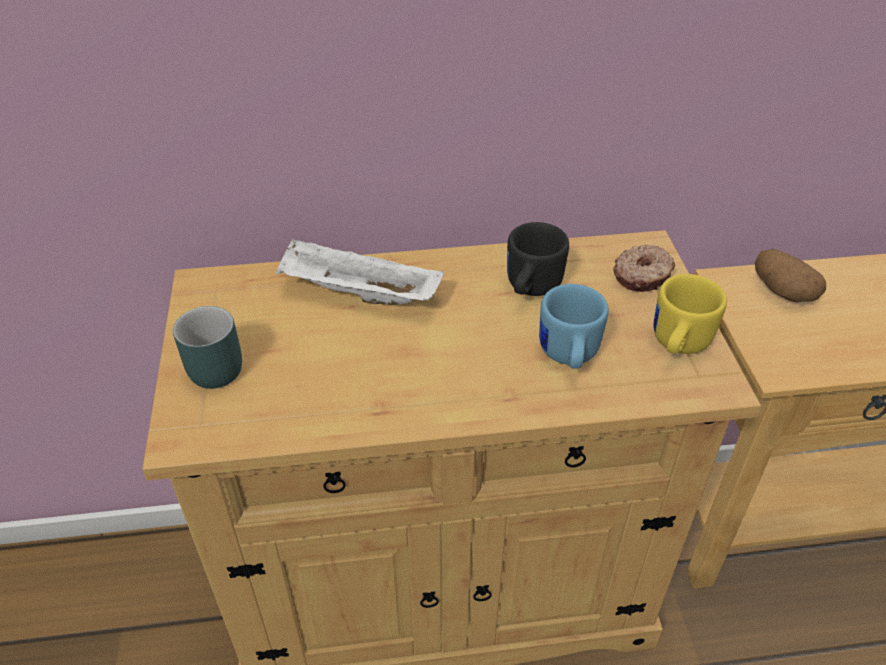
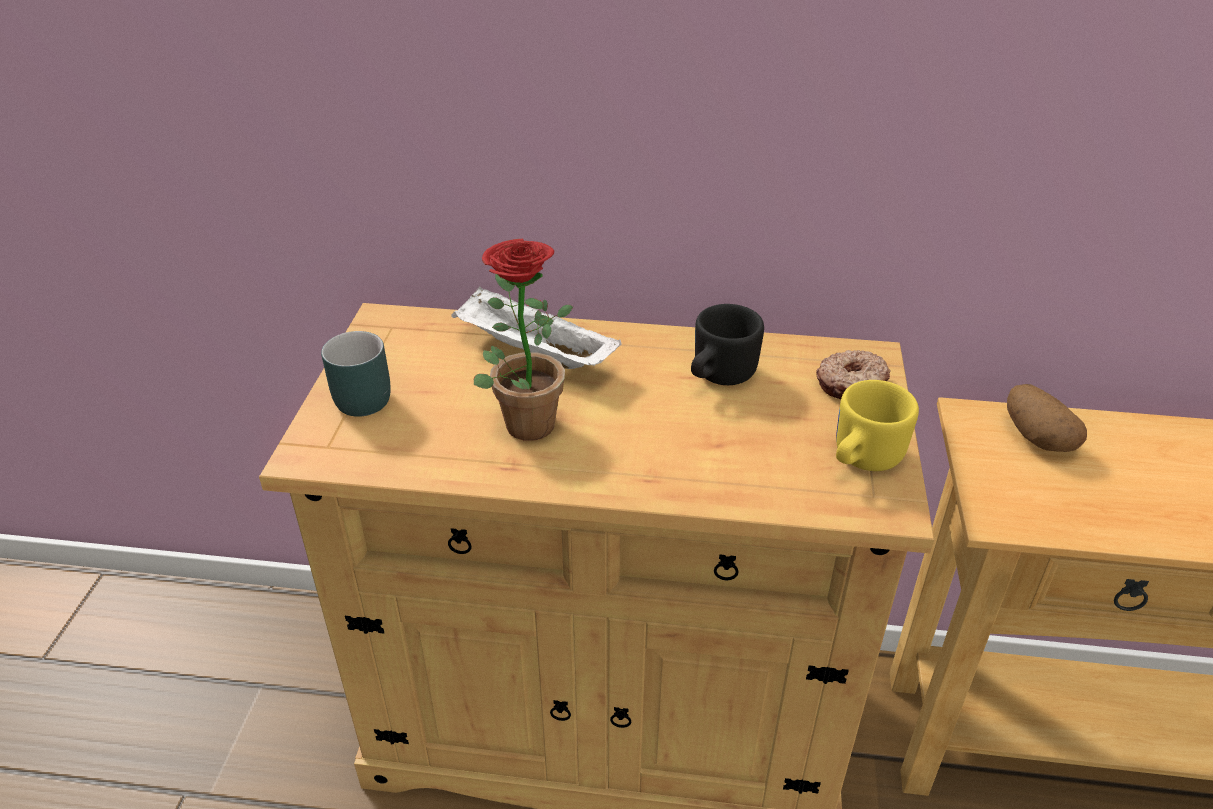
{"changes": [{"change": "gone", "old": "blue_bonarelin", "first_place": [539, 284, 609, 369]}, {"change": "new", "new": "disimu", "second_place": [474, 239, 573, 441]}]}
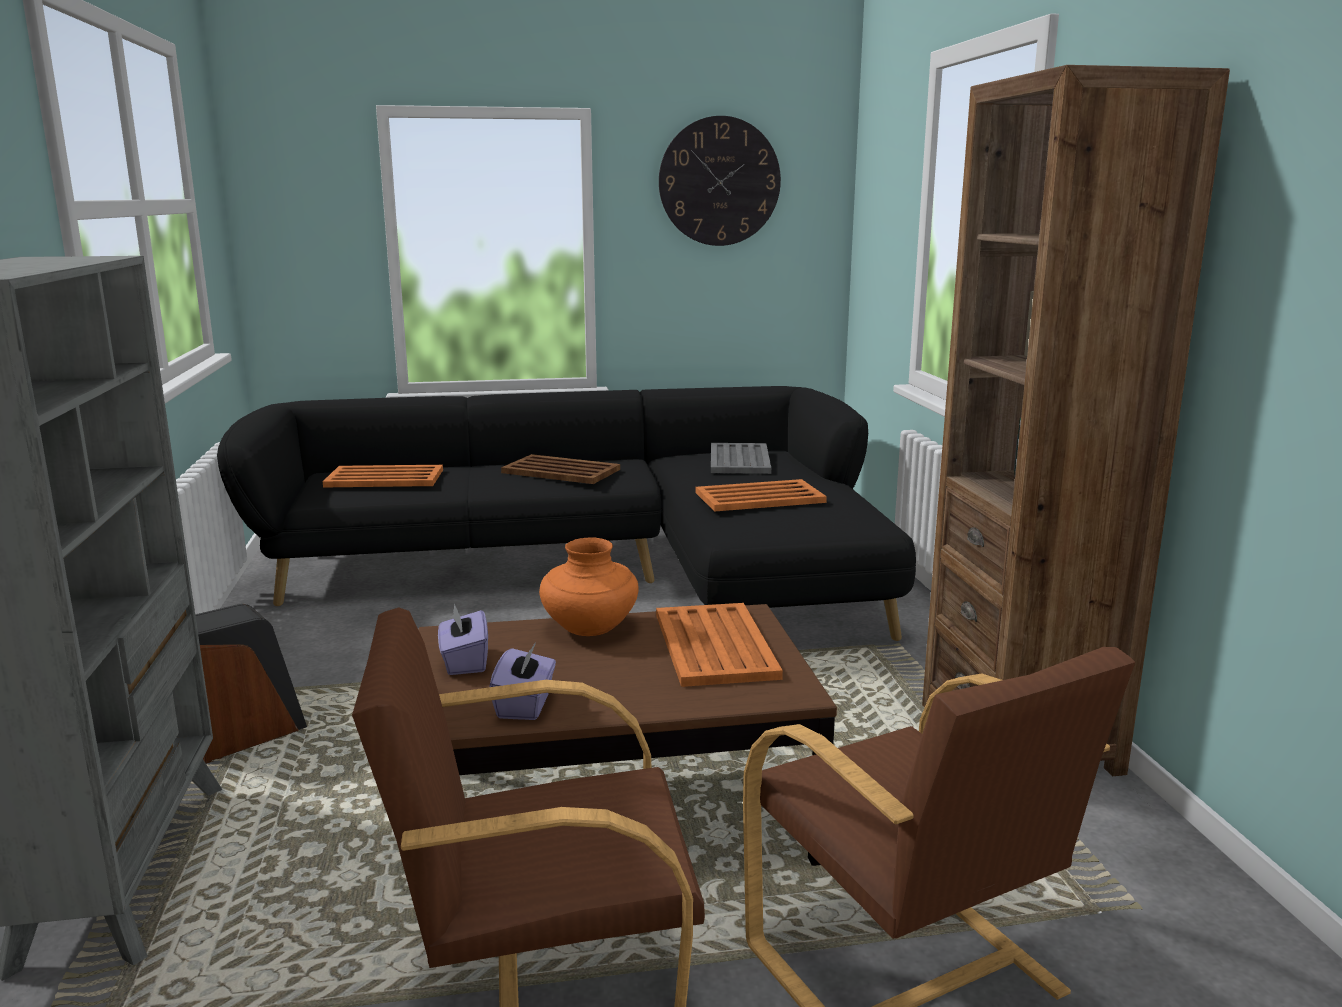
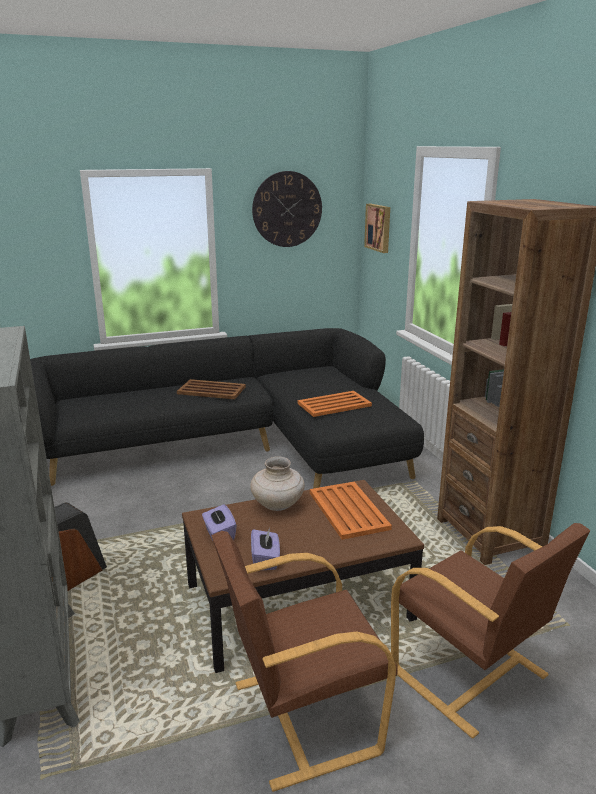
{"changes": [{"change": "gone", "old": "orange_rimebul", "first_place": [323, 465, 443, 487]}, {"change": "repainted", "old": "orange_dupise", "new": "beige_dupise", "first_place": [539, 537, 639, 636], "second_place": [250, 456, 304, 511]}, {"change": "gone", "old": "grey_rimebul", "first_place": [711, 443, 771, 474]}, {"change": "new", "new": "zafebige", "second_place": [364, 204, 390, 253]}]}
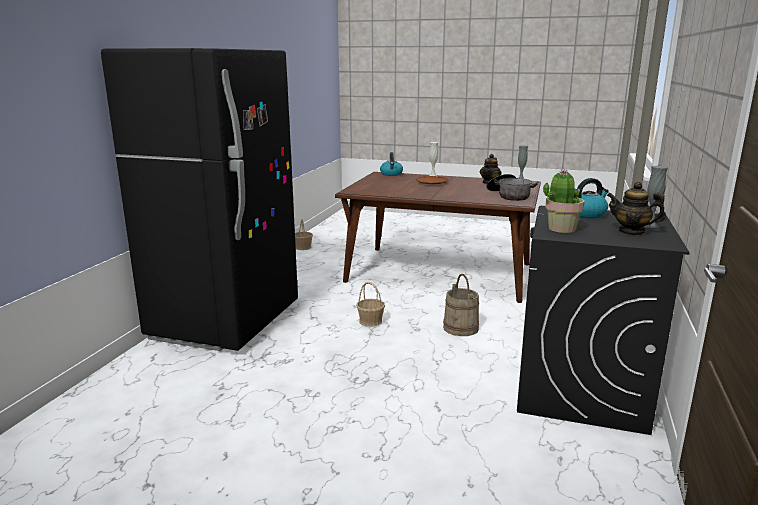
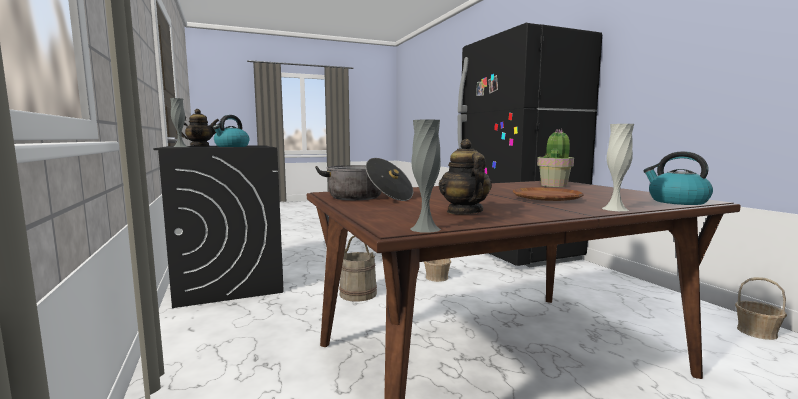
{"changes": [{"change": "shifted", "old": "disimu", "first_place": [543, 169, 585, 233], "second_place": [537, 129, 574, 187]}]}
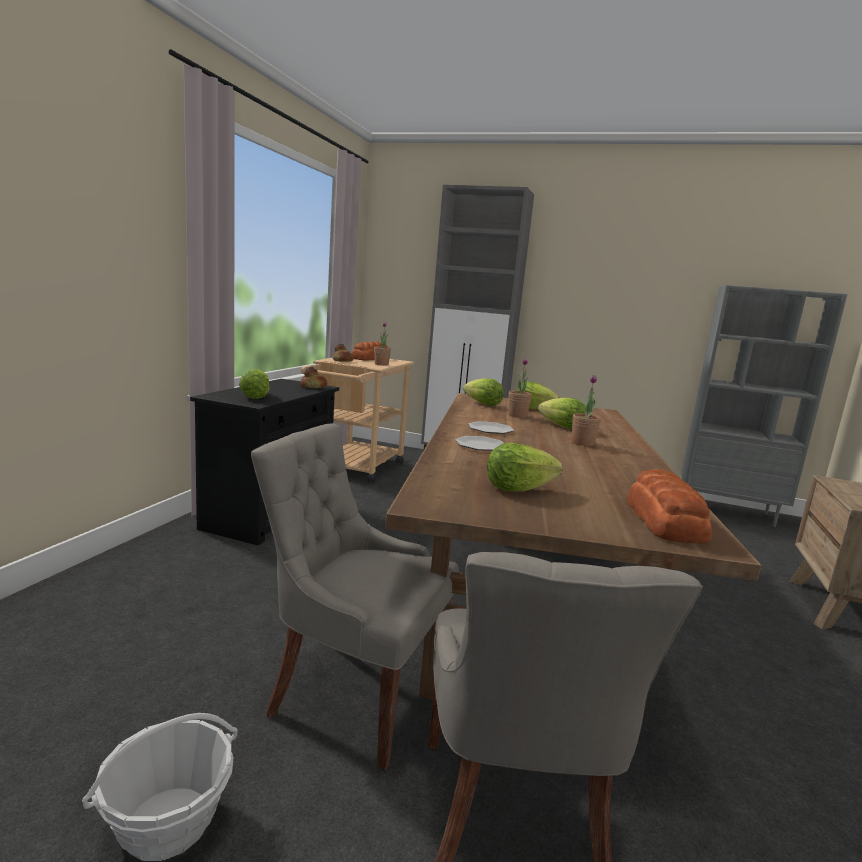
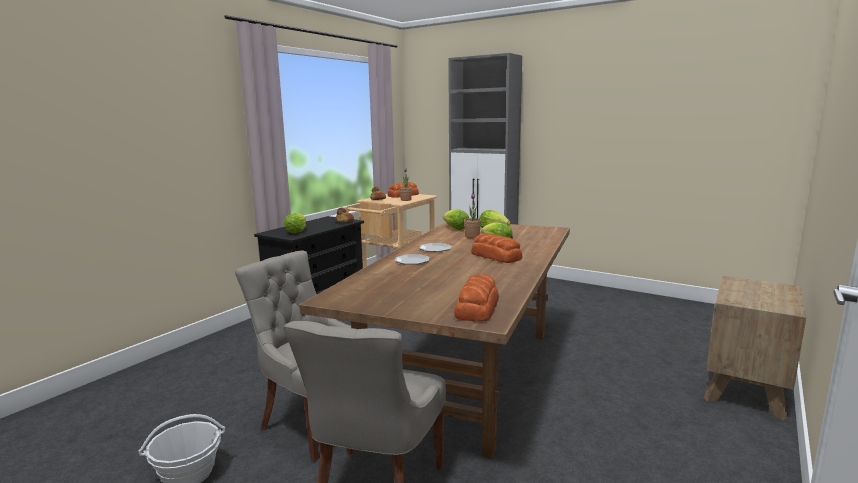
{"changes": [{"change": "gone", "old": "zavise", "first_place": [487, 443, 563, 491]}, {"change": "swapped", "old": "disimu", "new": "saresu", "first_place": [571, 375, 601, 446], "second_place": [471, 234, 522, 263]}, {"change": "gone", "old": "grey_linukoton", "first_place": [681, 285, 848, 527]}]}
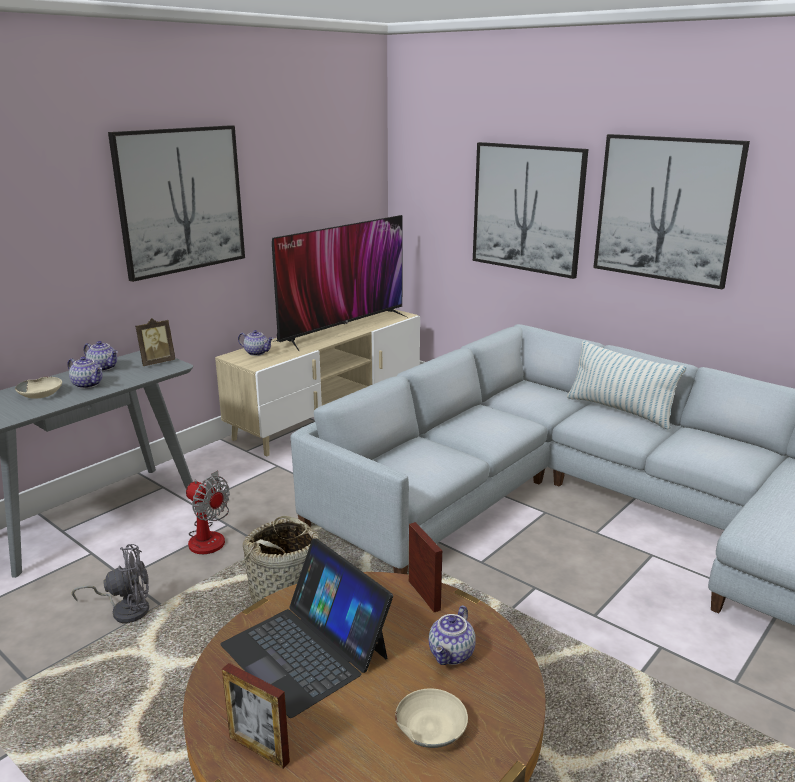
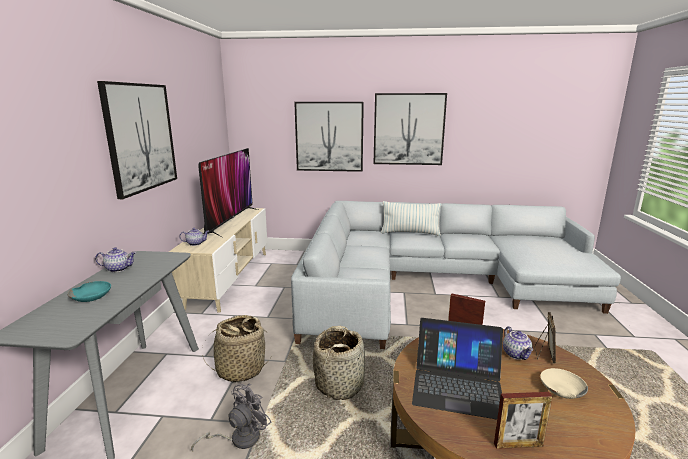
{"changes": [{"change": "repainted", "old": "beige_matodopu", "new": "turquoise_matodopu", "first_place": [15, 377, 62, 399], "second_place": [67, 281, 111, 302]}, {"change": "gone", "old": "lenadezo", "first_place": [68, 356, 102, 389]}, {"change": "shifted", "old": "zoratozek", "first_place": [135, 318, 175, 366], "second_place": [535, 312, 556, 364]}, {"change": "swapped", "old": "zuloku", "new": "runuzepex", "first_place": [186, 470, 230, 554], "second_place": [202, 315, 271, 383]}]}
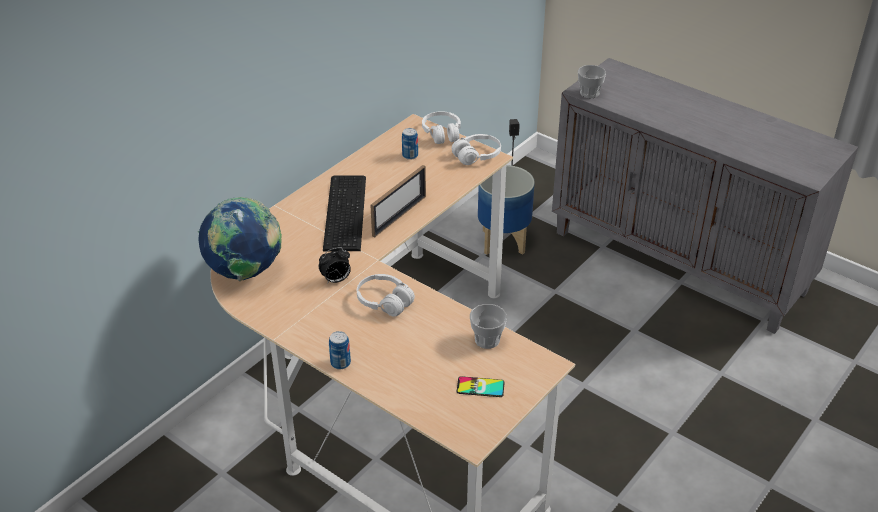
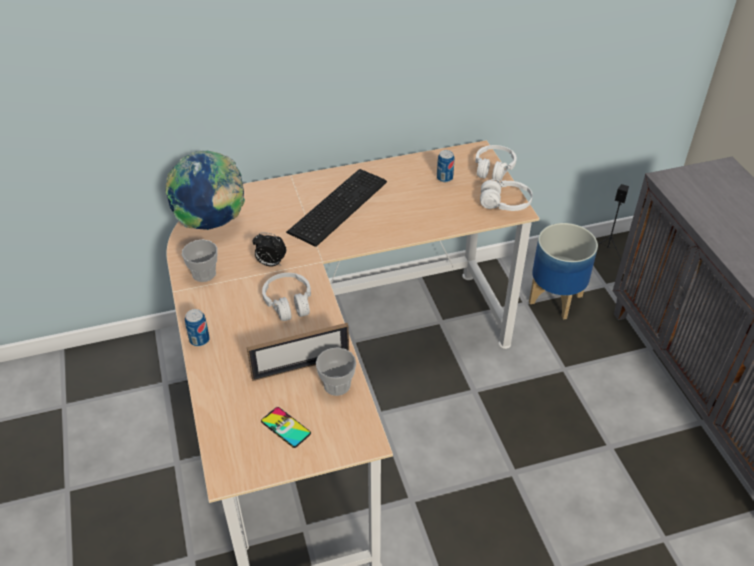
{"changes": [{"change": "shifted", "old": "zoratozek", "first_place": [370, 165, 426, 238], "second_place": [247, 323, 349, 381]}, {"change": "shifted", "old": "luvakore", "first_place": [578, 65, 606, 98], "second_place": [182, 240, 217, 282]}]}
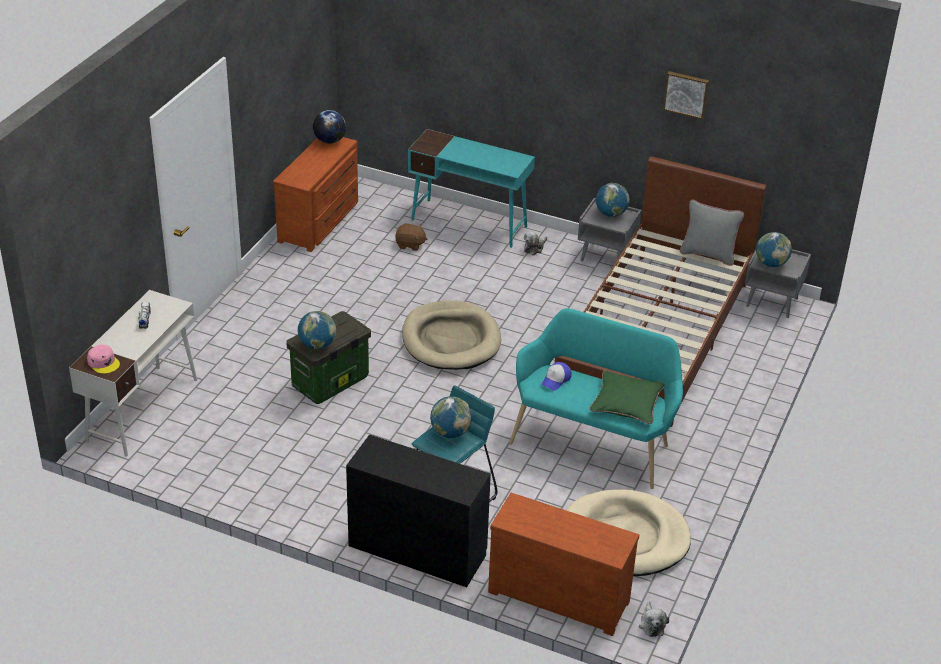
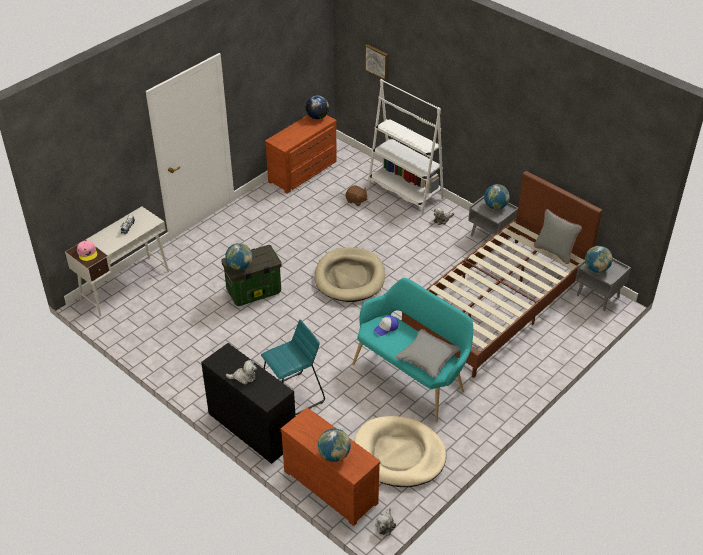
{"changes": [{"change": "swapped", "old": "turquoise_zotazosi", "new": "white_linukoton", "first_place": [408, 129, 535, 248], "second_place": [368, 79, 444, 216]}, {"change": "shifted", "old": "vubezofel", "first_place": [430, 396, 472, 438], "second_place": [318, 429, 351, 462]}, {"change": "repainted", "old": "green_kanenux", "new": "grey_kanenux", "first_place": [589, 371, 665, 424], "second_place": [396, 329, 460, 377]}, {"change": "shifted", "old": "zafebige", "first_place": [663, 71, 709, 120], "second_place": [365, 44, 388, 80]}, {"change": "new", "new": "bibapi", "second_place": [226, 360, 257, 385]}]}
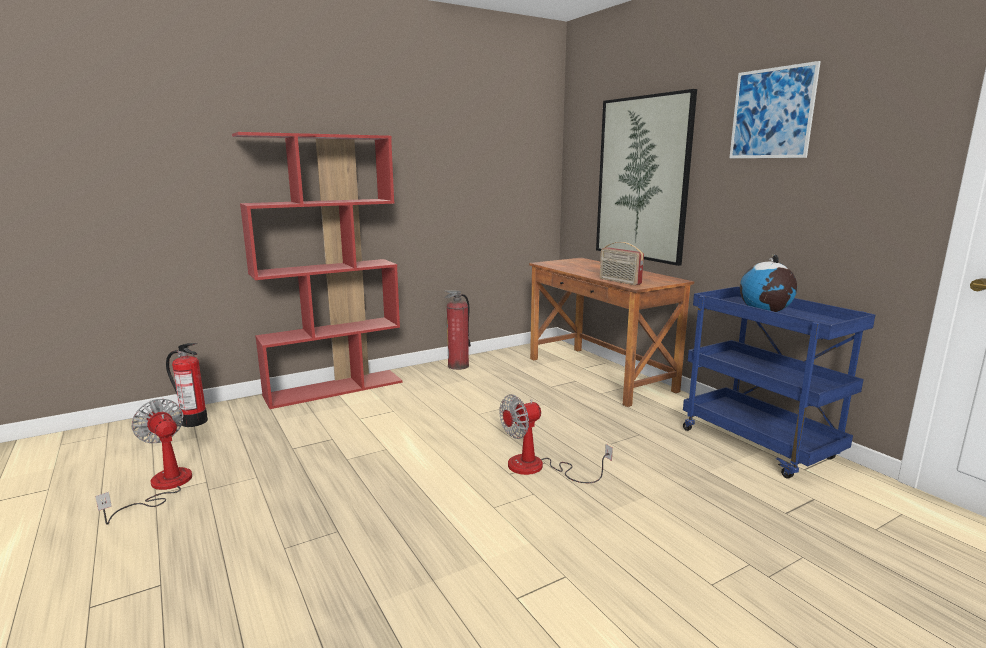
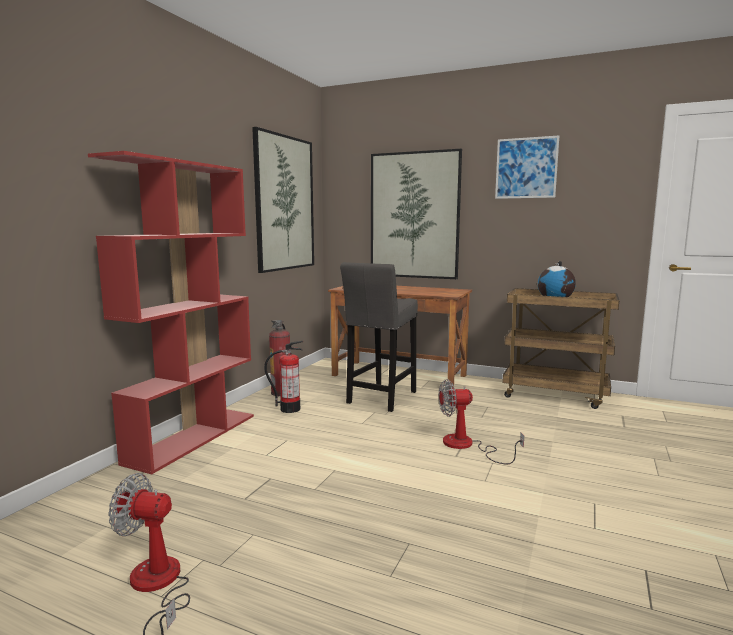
{"changes": [{"change": "shifted", "old": "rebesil", "first_place": [166, 343, 208, 427], "second_place": [264, 341, 303, 413]}, {"change": "rotated", "old": "zuloku", "first_place": [499, 394, 613, 483], "second_place": [439, 379, 524, 464], "degrees": 60}, {"change": "gone", "old": "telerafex", "first_place": [600, 242, 644, 286]}, {"change": "repainted", "old": "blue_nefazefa", "new": "brown_nefazefa", "first_place": [683, 286, 875, 478], "second_place": [502, 288, 620, 409]}, {"change": "new", "new": "zafebige", "second_place": [252, 127, 314, 273]}, {"change": "new", "new": "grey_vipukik", "second_place": [340, 262, 418, 412]}]}
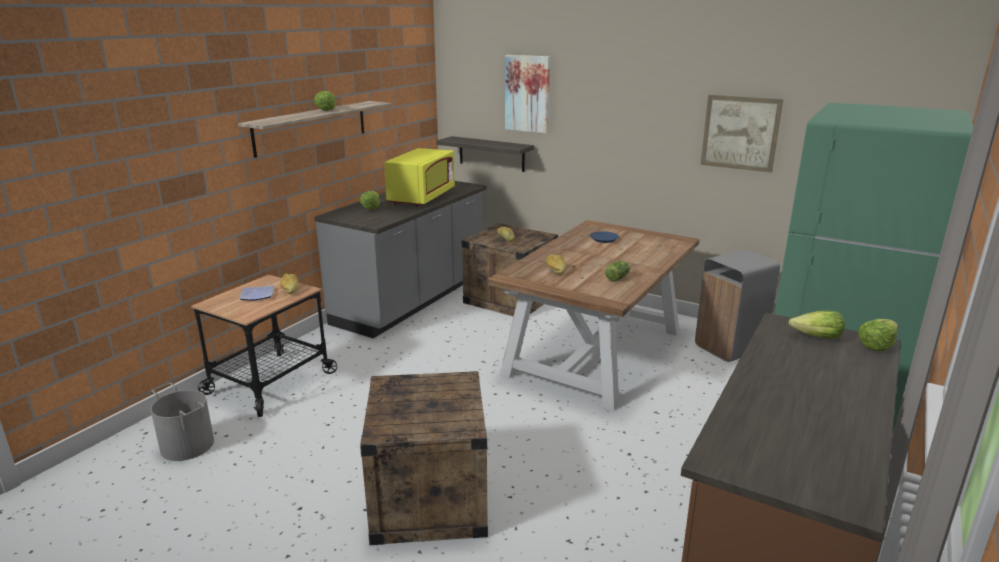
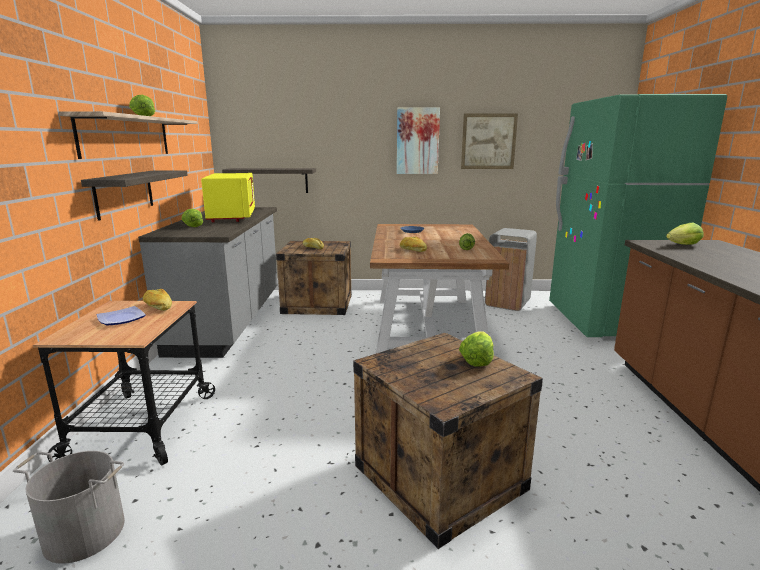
{"changes": [{"change": "shifted", "old": "zafebige", "first_place": [505, 55, 550, 134], "second_place": [397, 107, 440, 174]}, {"change": "shifted", "old": "zavise", "first_place": [858, 319, 898, 351], "second_place": [459, 331, 494, 367]}, {"change": "new", "new": "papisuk", "second_place": [81, 170, 188, 221]}]}
